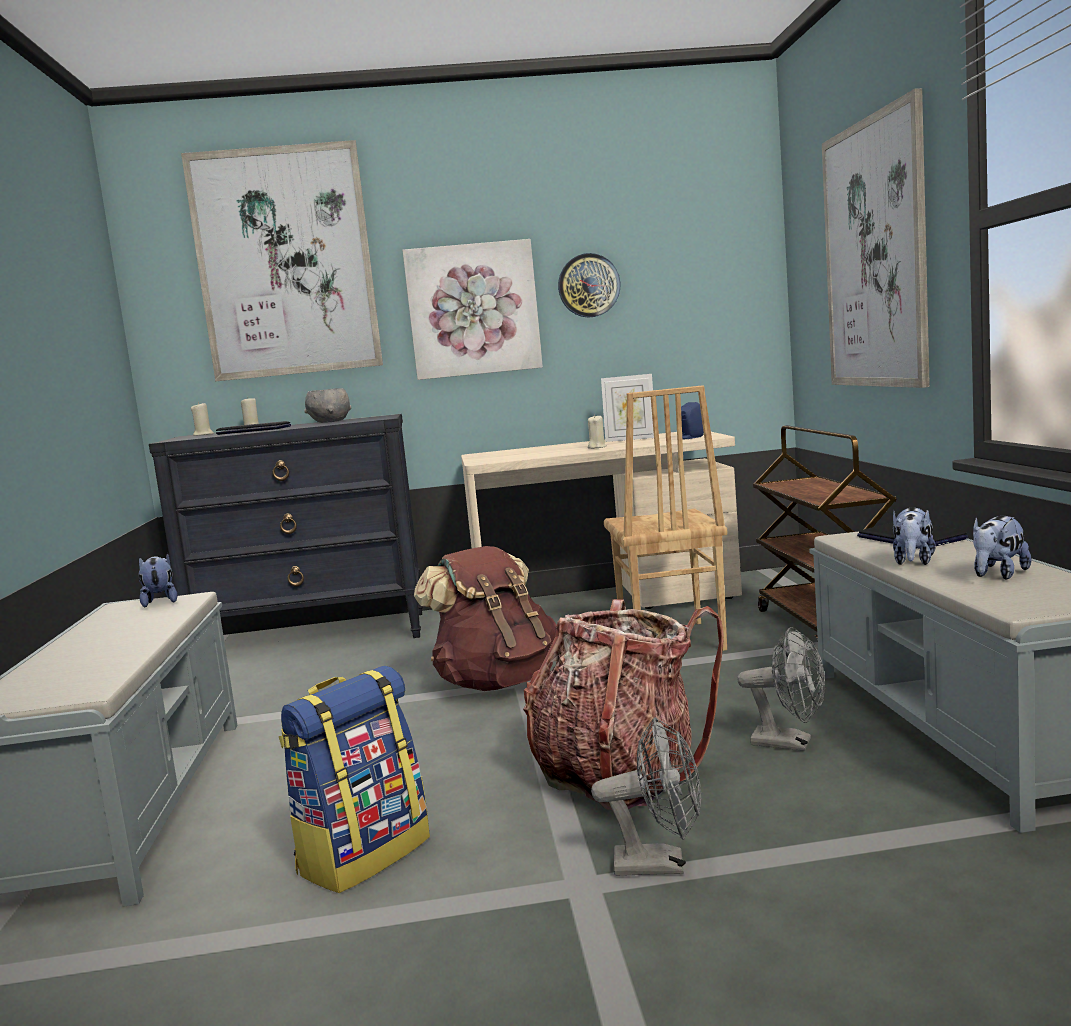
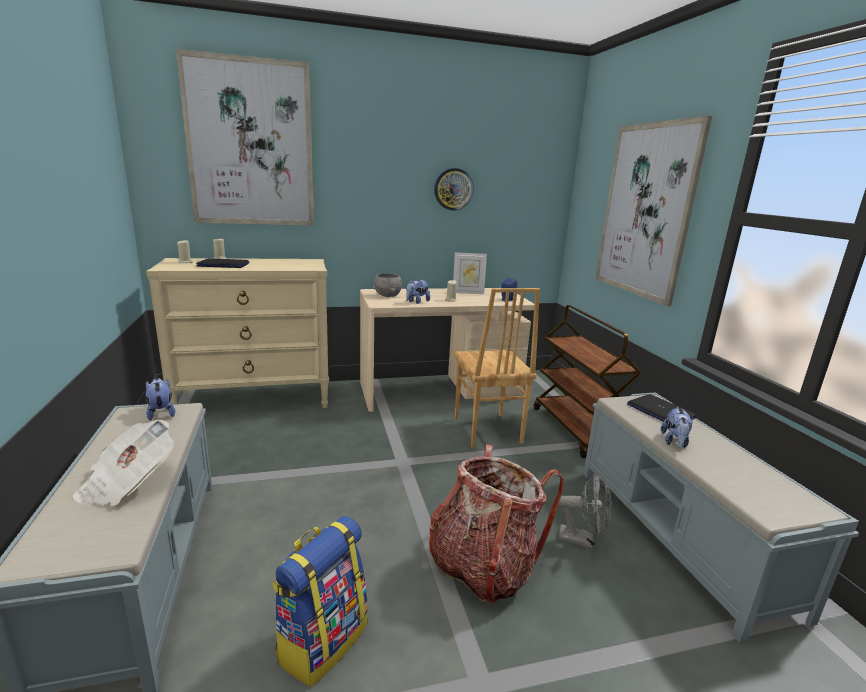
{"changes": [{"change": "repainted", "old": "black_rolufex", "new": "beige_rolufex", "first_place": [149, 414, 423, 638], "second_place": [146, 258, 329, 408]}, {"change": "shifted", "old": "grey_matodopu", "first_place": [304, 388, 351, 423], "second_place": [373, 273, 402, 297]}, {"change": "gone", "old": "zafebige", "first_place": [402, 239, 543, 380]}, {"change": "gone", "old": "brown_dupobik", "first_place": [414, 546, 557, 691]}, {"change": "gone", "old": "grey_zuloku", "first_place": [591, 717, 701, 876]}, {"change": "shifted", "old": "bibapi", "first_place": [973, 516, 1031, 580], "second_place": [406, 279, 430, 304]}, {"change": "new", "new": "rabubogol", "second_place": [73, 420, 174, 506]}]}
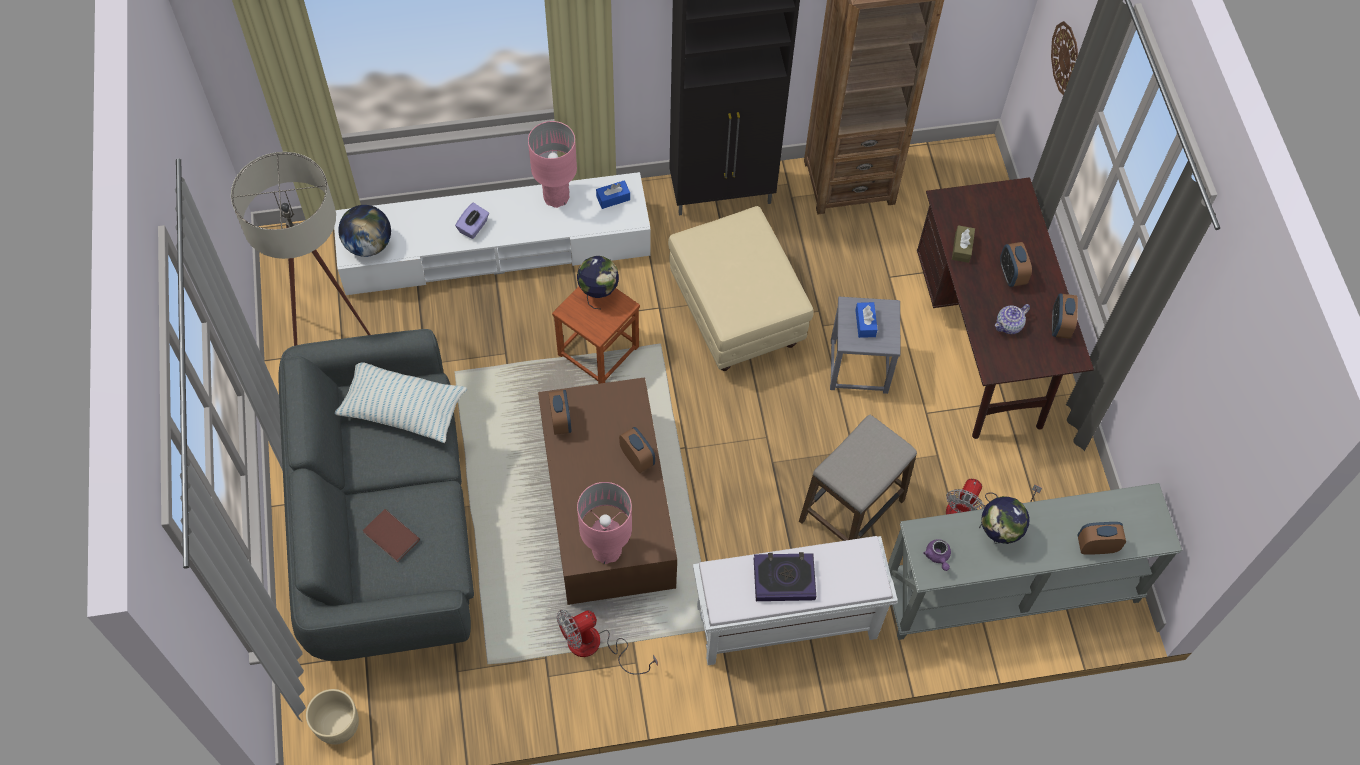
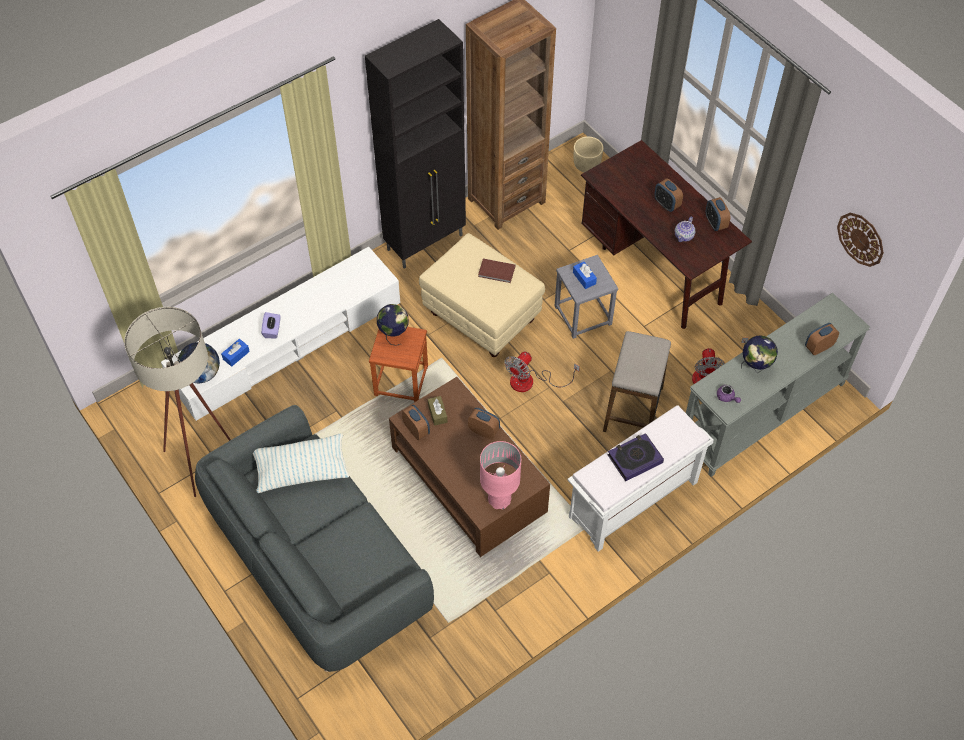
{"changes": [{"change": "shifted", "old": "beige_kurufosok", "first_place": [306, 689, 359, 744], "second_place": [574, 137, 603, 172]}, {"change": "shifted", "old": "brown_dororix", "first_place": [362, 509, 420, 562], "second_place": [478, 258, 516, 283]}, {"change": "gone", "old": "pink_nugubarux", "first_place": [528, 121, 577, 208]}, {"change": "shifted", "old": "zuloku", "first_place": [557, 610, 658, 675], "second_place": [505, 352, 580, 392]}, {"change": "shifted", "old": "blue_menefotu", "first_place": [596, 180, 630, 209], "second_place": [221, 339, 250, 367]}, {"change": "shifted", "old": "brown_menefotu", "first_place": [952, 225, 975, 263], "second_place": [428, 396, 447, 426]}, {"change": "shifted", "old": "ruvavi", "first_place": [1051, 21, 1078, 95], "second_place": [837, 213, 884, 267]}]}
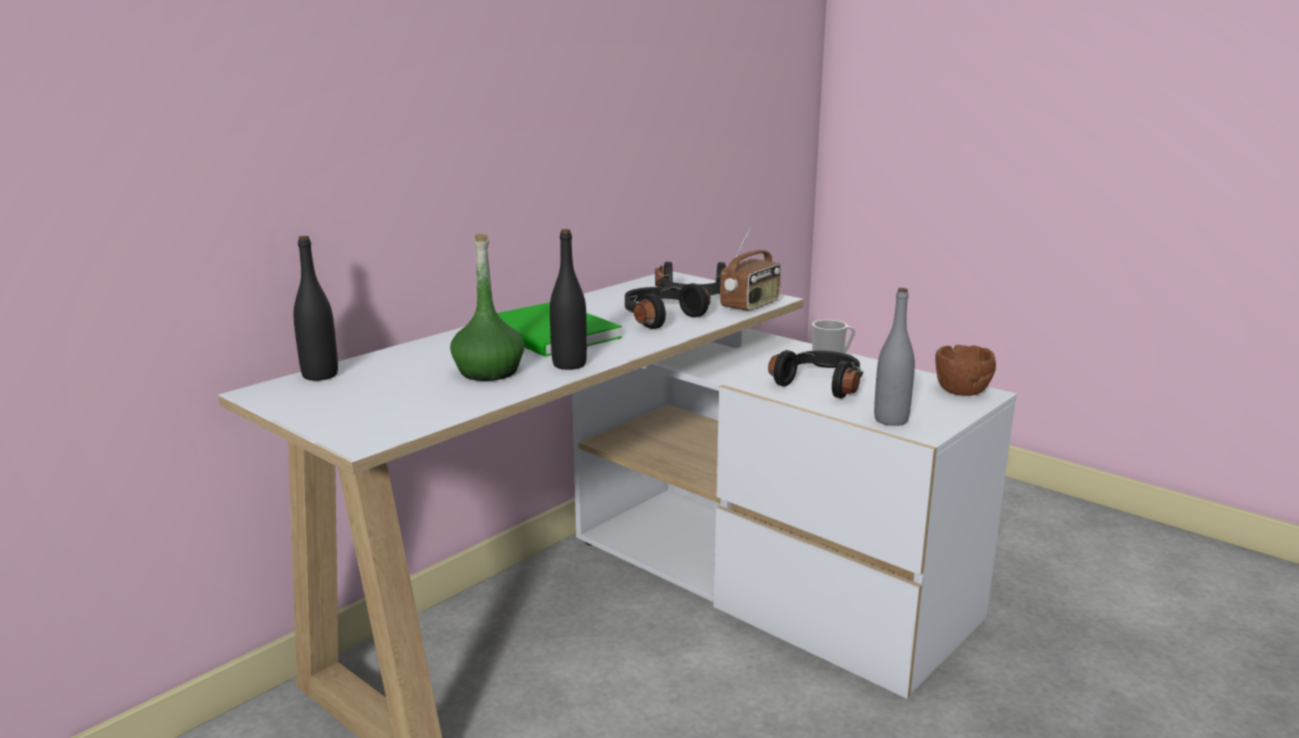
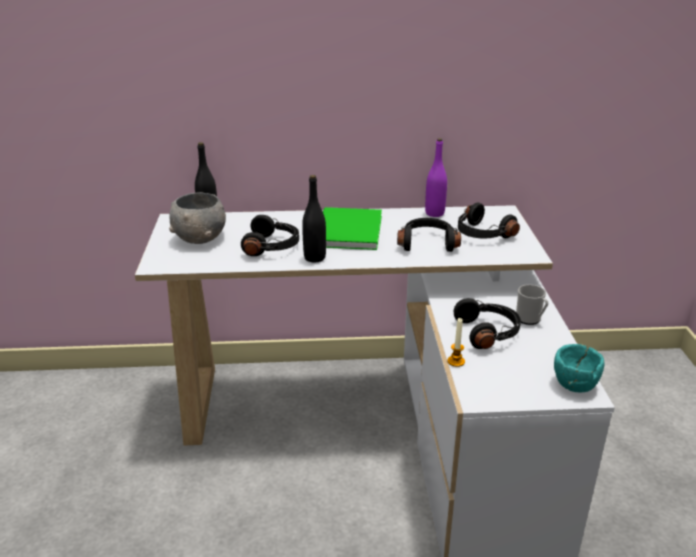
{"changes": [{"change": "swapped", "old": "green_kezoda", "new": "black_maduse", "first_place": [450, 234, 525, 381], "second_place": [241, 215, 299, 256]}, {"change": "gone", "old": "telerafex", "first_place": [720, 228, 781, 312]}, {"change": "gone", "old": "grey_kezoda", "first_place": [874, 288, 915, 426]}, {"change": "repainted", "old": "brown_matodopu", "new": "turquoise_matodopu", "first_place": [935, 345, 996, 396], "second_place": [554, 344, 605, 392]}, {"change": "new", "new": "grey_matodopu", "second_place": [169, 192, 226, 244]}, {"change": "new", "new": "purple_kezoda", "second_place": [425, 138, 447, 217]}, {"change": "new", "new": "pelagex", "second_place": [447, 318, 465, 367]}]}
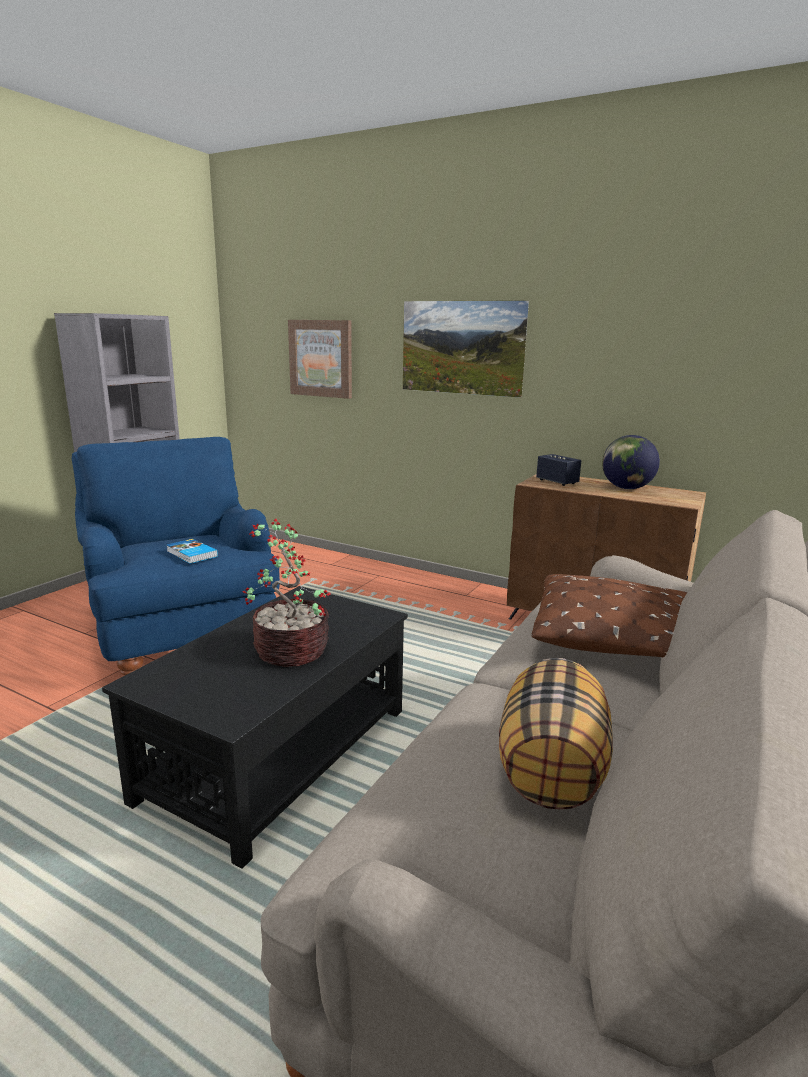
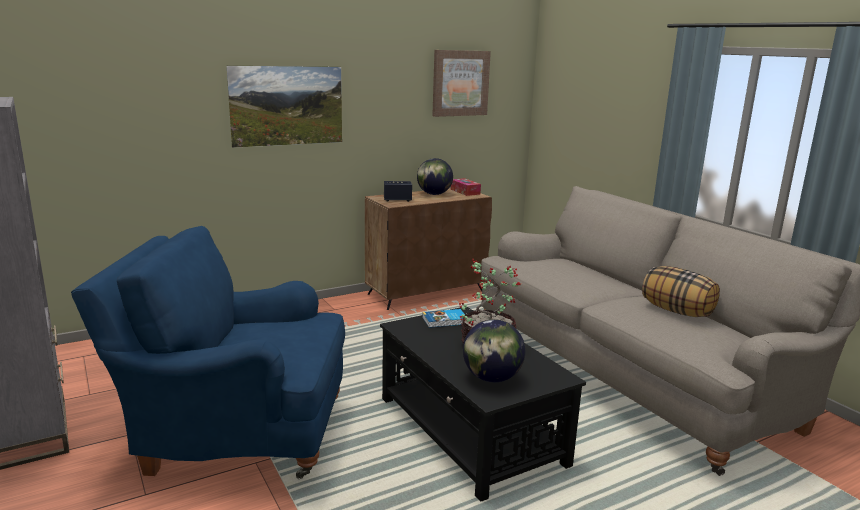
{"changes": [{"change": "shifted", "old": "dororix", "first_place": [167, 539, 218, 564], "second_place": [422, 309, 465, 328]}, {"change": "shifted", "old": "zafebige", "first_place": [288, 320, 352, 399], "second_place": [432, 50, 491, 117]}, {"change": "gone", "old": "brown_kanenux", "first_place": [531, 574, 687, 657]}, {"change": "new", "new": "menefotu", "second_place": [451, 178, 481, 196]}, {"change": "new", "new": "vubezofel", "second_place": [463, 319, 525, 382]}]}
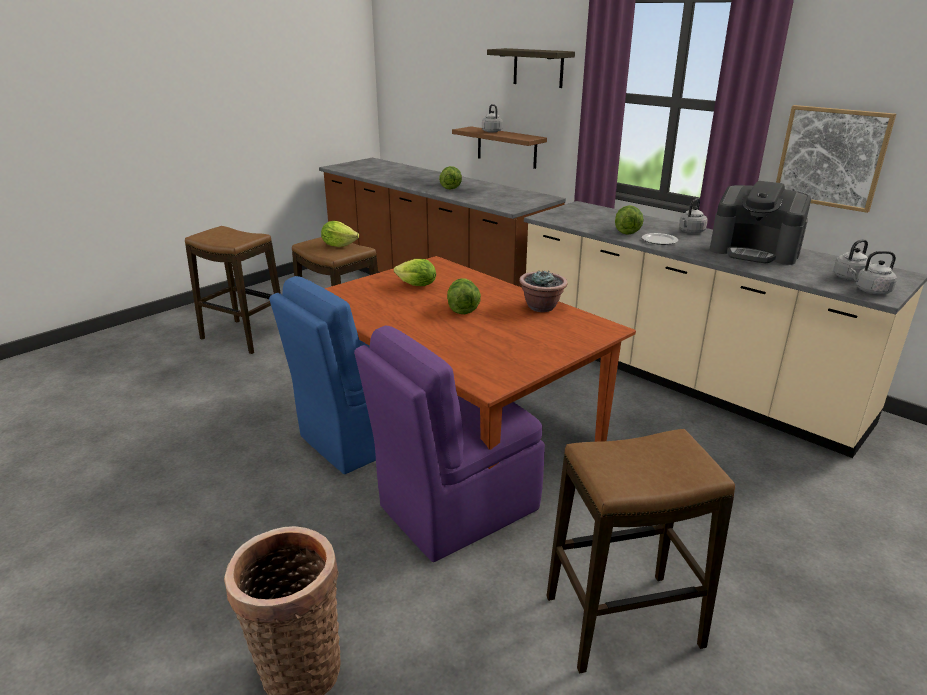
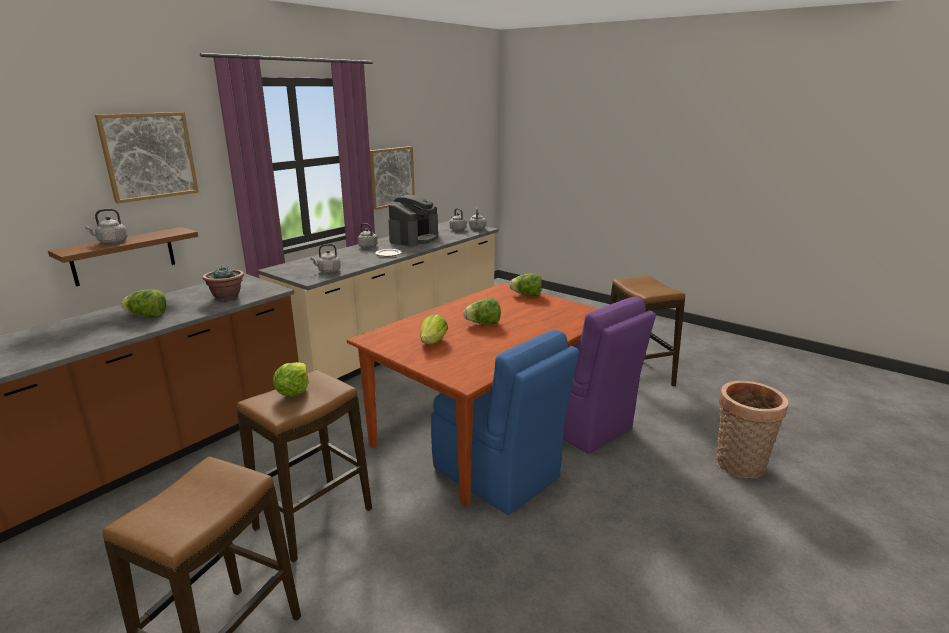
{"changes": [{"change": "swapped", "old": "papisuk", "new": "zafebige", "first_place": [487, 48, 575, 88], "second_place": [95, 112, 199, 203]}, {"change": "shifted", "old": "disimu", "first_place": [519, 270, 568, 312], "second_place": [202, 266, 244, 300]}, {"change": "shifted", "old": "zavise", "first_place": [615, 205, 644, 235], "second_place": [509, 273, 542, 296]}, {"change": "new", "new": "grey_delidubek", "second_place": [310, 244, 341, 273]}]}
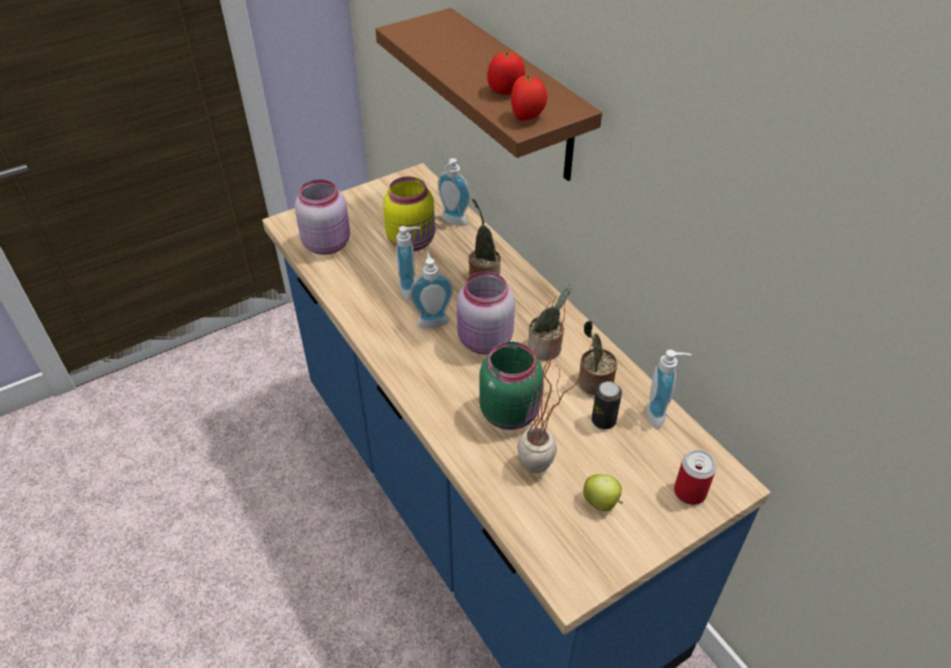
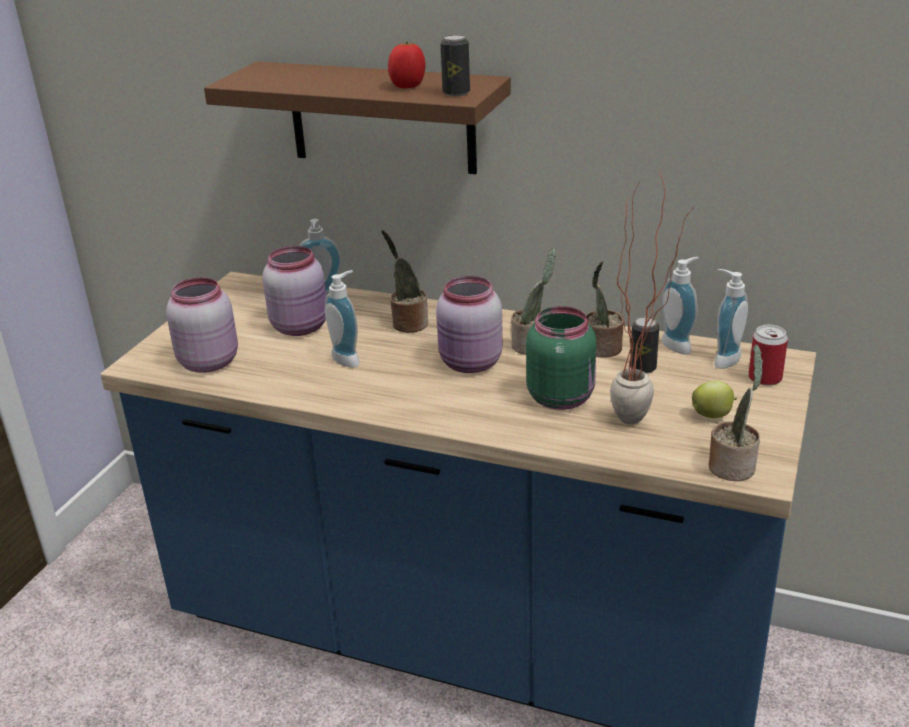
{"changes": [{"change": "repainted", "old": "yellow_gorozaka", "new": "pink_gorozaka", "first_place": [383, 176, 435, 251], "second_place": [263, 246, 326, 336]}, {"change": "shifted", "old": "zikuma", "first_place": [410, 250, 454, 328], "second_place": [714, 269, 748, 369]}, {"change": "swapped", "old": "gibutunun", "new": "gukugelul", "first_place": [511, 74, 547, 121], "second_place": [440, 34, 470, 96]}, {"change": "new", "new": "disimu", "second_place": [709, 344, 763, 481]}]}
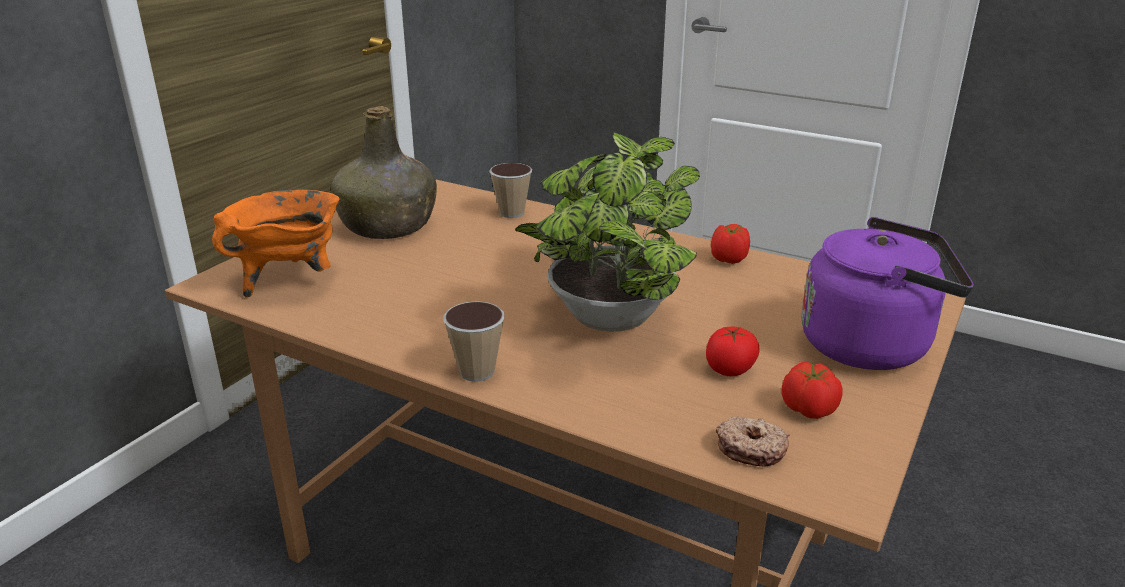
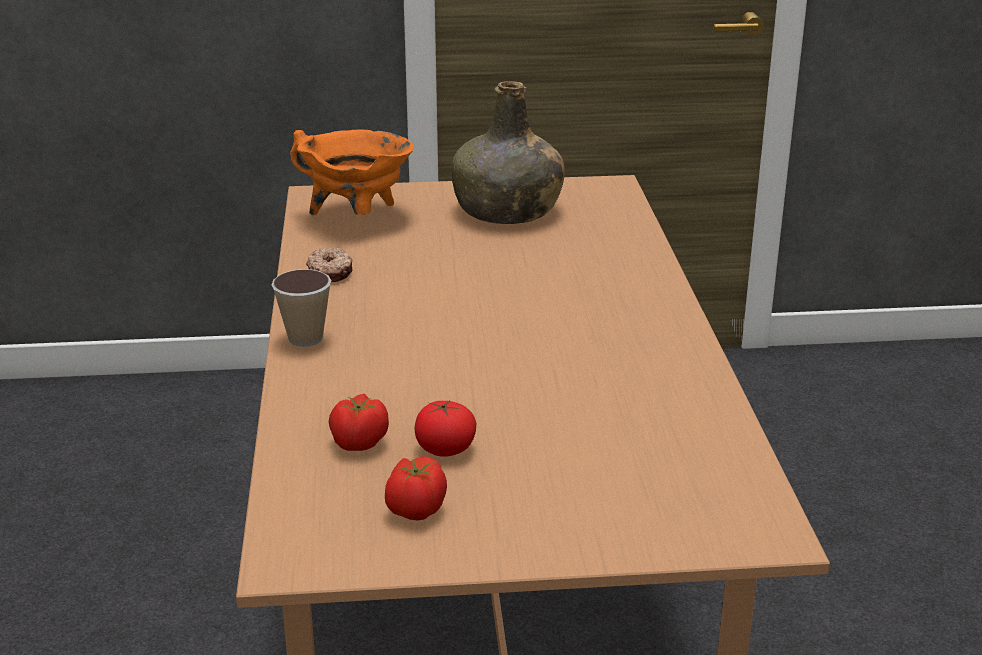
{"changes": [{"change": "gone", "old": "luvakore", "first_place": [489, 163, 532, 218]}, {"change": "gone", "old": "disimu", "first_place": [515, 132, 700, 332]}, {"change": "shifted", "old": "gibutunun", "first_place": [711, 224, 750, 264], "second_place": [329, 394, 389, 451]}, {"change": "shifted", "old": "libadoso", "first_place": [716, 417, 790, 466], "second_place": [306, 247, 353, 282]}, {"change": "gone", "old": "purple_delidubek", "first_place": [801, 217, 974, 370]}]}
